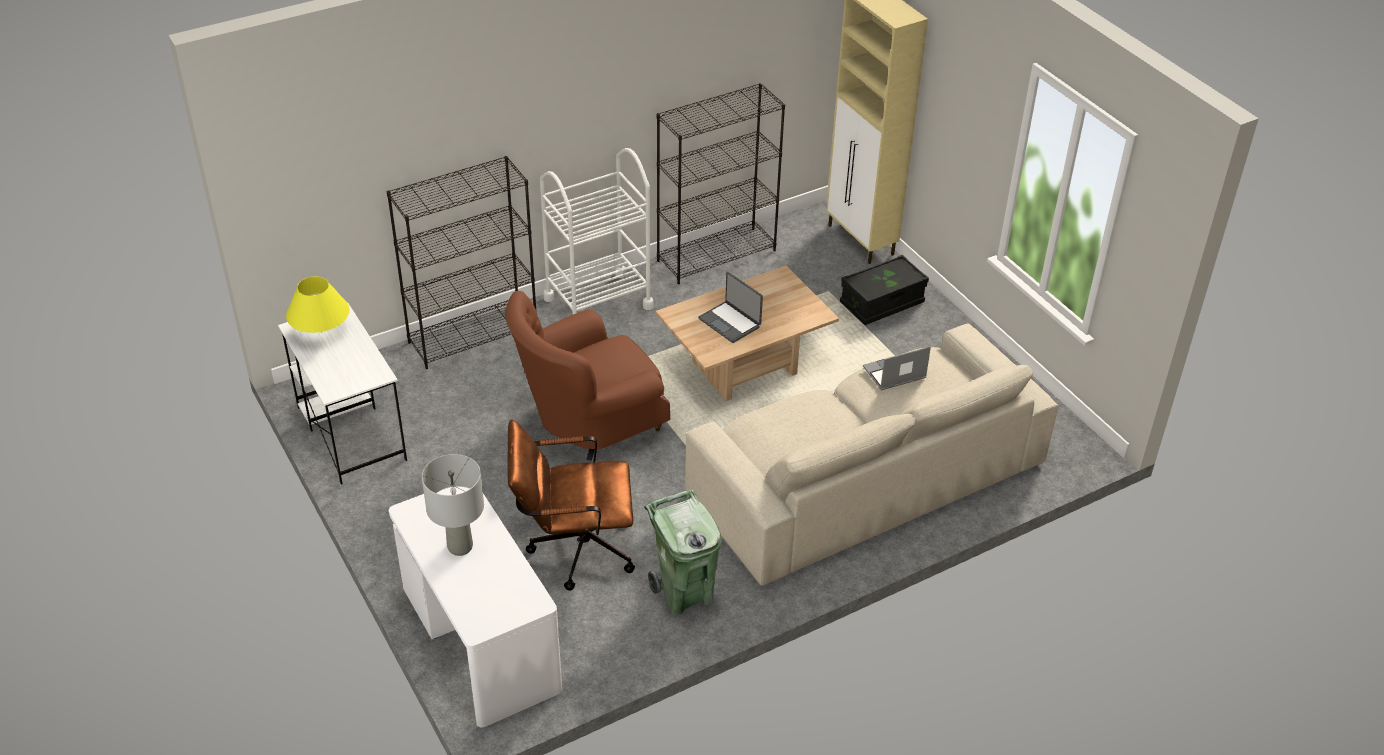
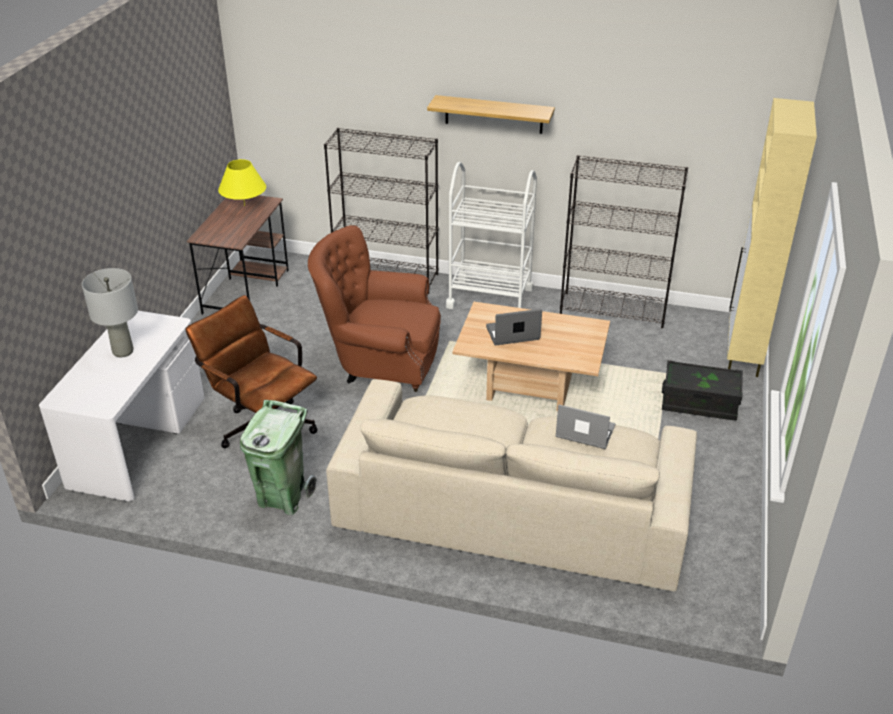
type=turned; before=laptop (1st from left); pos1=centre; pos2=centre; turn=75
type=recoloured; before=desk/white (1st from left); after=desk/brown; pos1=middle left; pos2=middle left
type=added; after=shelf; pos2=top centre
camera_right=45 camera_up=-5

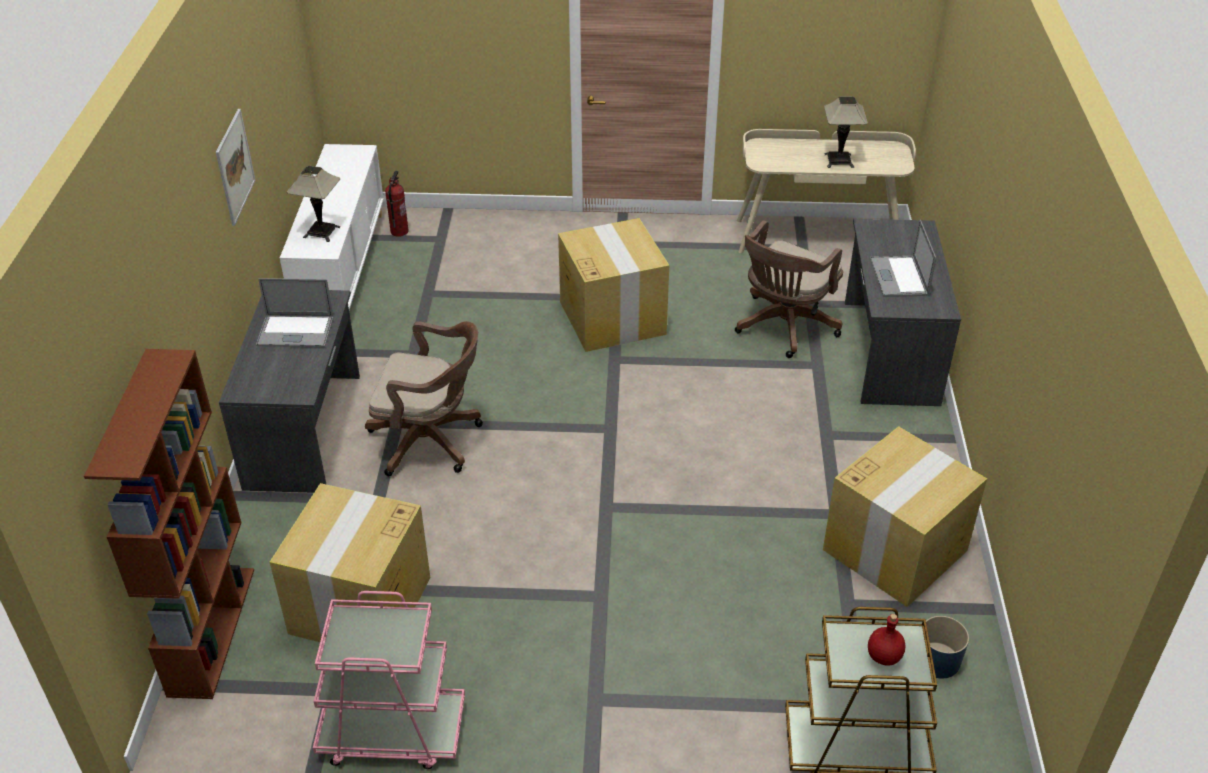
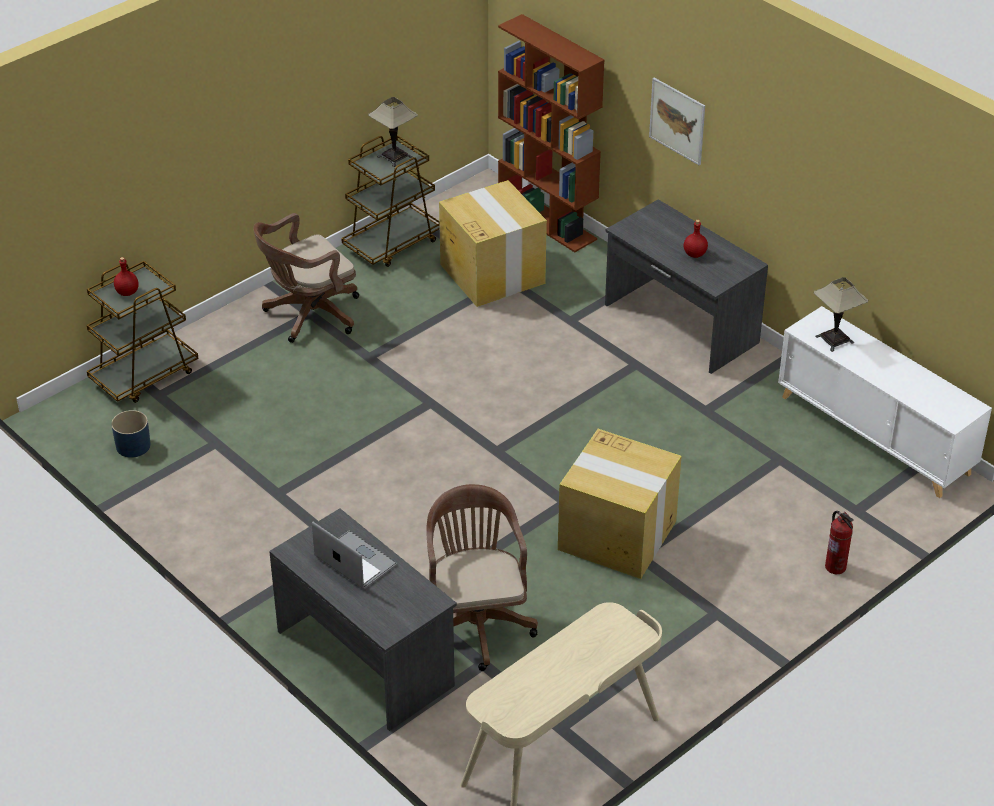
type=moved; before=table lamp (2nd from left in the first image); after=table lamp (1st from left); pos1=top right; pos2=top centre
type=moved; before=picture; pos1=top left; pos2=top right
type=moved; before=fire extinguisher; pos1=top left; pos2=bottom right
type=replaced; before=laptop (1st from left); after=bottle/red (2nd from left); pos1=middle left; pos2=top right
type=moved; before=office chair/brown (1st from left); pos1=centre; pos2=middle left
type=removed; before=cardboard box (3rd from left); pos1=bottom right
type=recoloured; before=cart/pink; after=cart/brown (2nd from left); pos1=bottom left; pos2=top centre
camera_right=135 camera_up=0

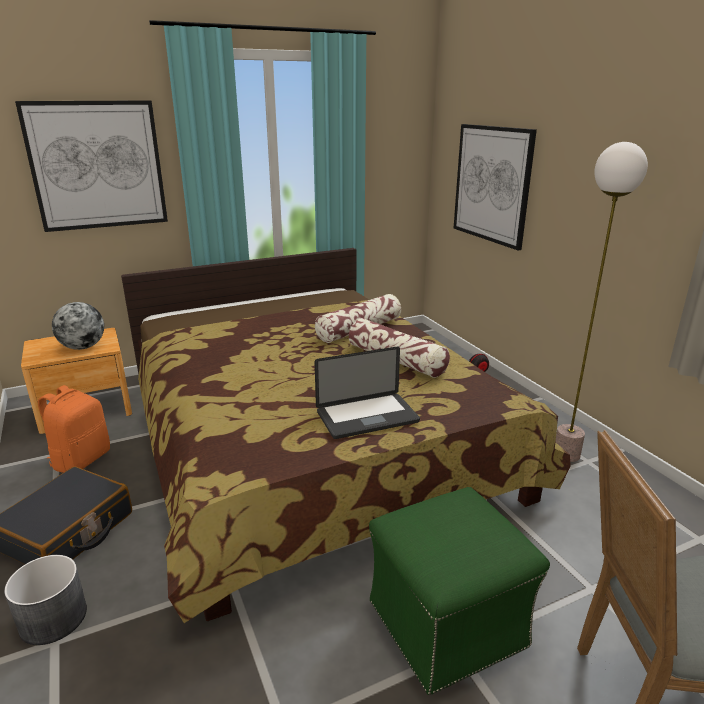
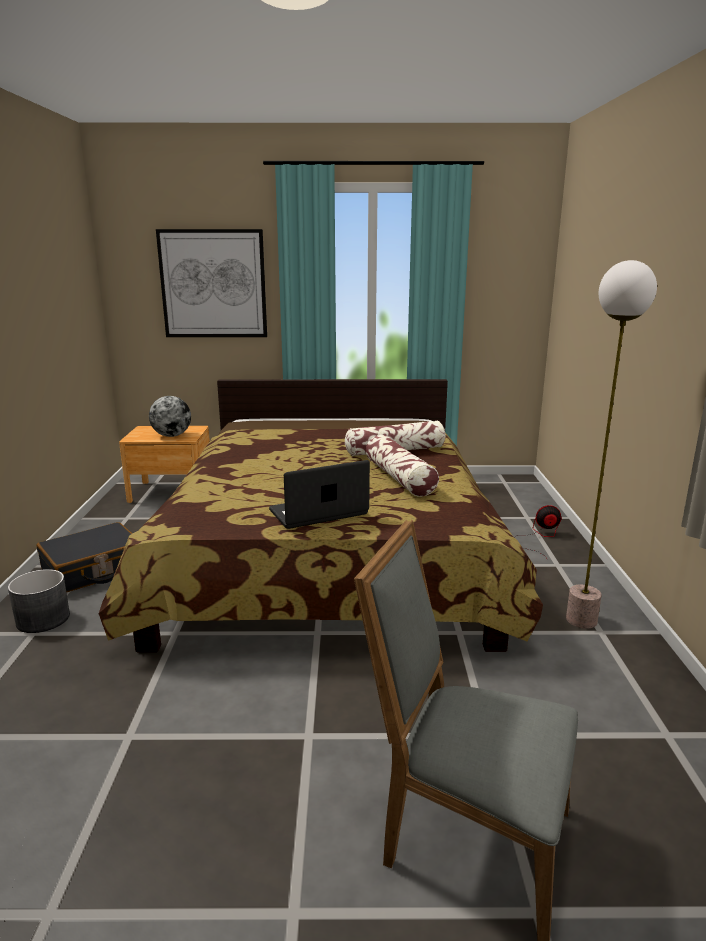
type=removed; before=picture (2nd from left); pos1=top right
type=turned; before=laptop; pos1=centre; pos2=centre; turn=150
type=removed; before=backpack/orange; pos1=middle left
type=removed; before=ottoman/green; pos1=bottom centre
camera_right=25 camera_up=-5

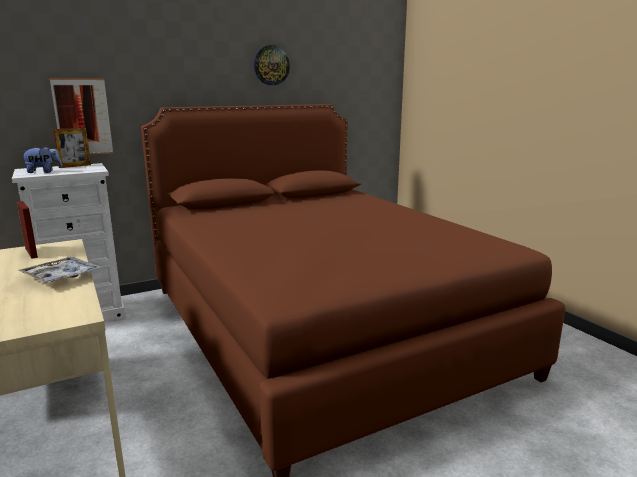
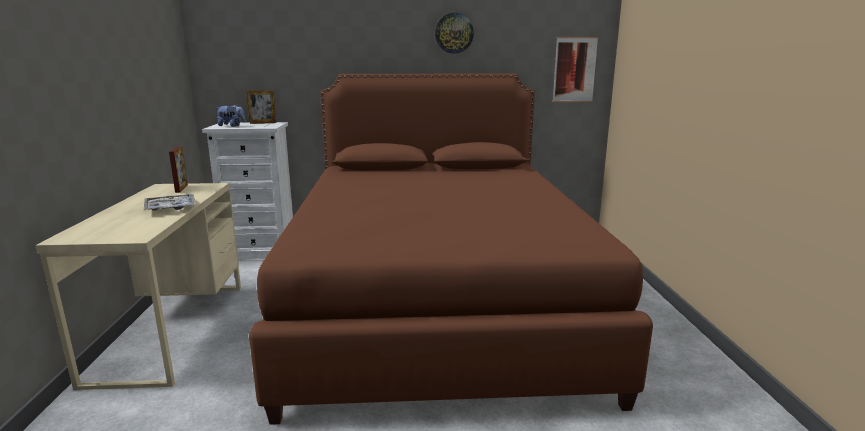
type=moved; before=picture; pos1=top left; pos2=top centre
camera_right=25 camera_up=0

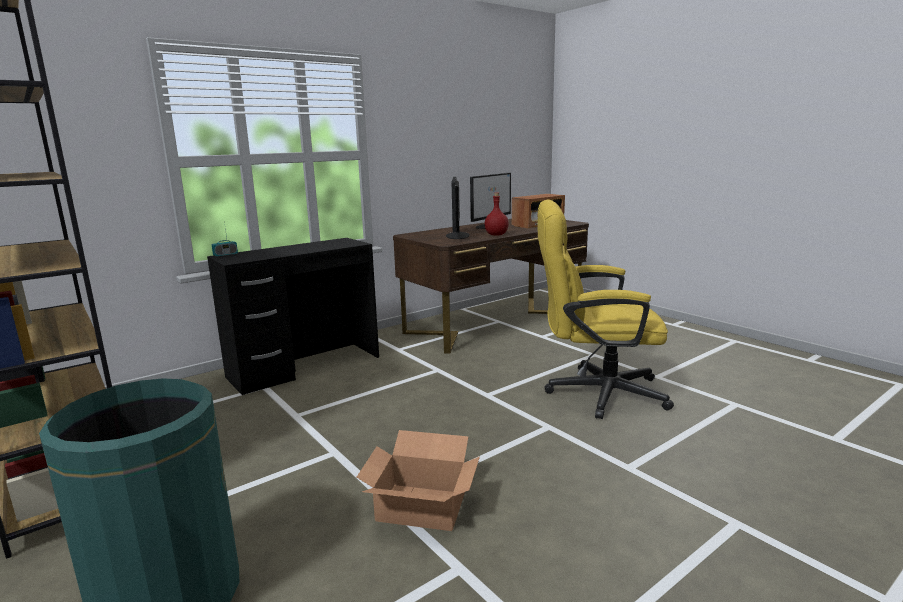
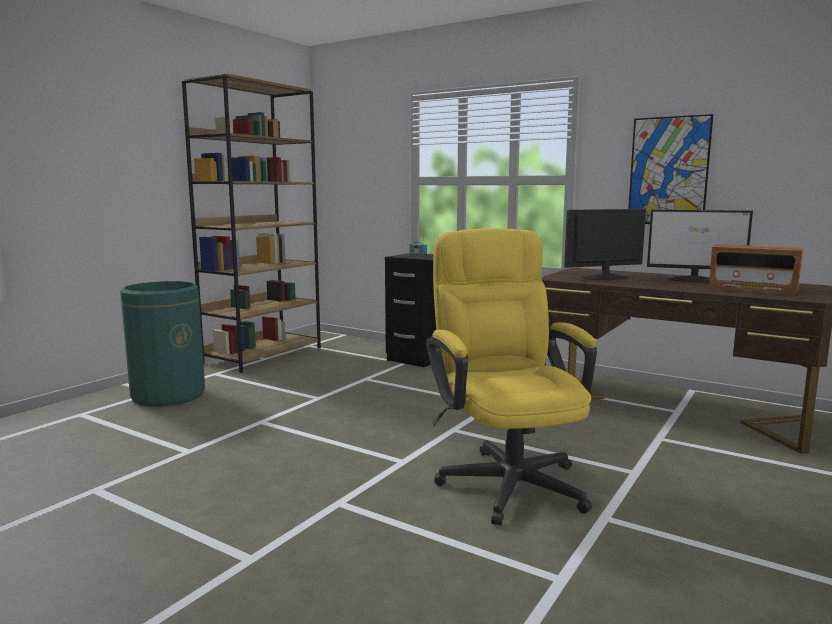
type=removed; before=bottle/red; pos1=centre
type=removed; before=cardboard box; pos1=bottom centre
type=added; after=picture; pos2=top right
camera_right=70 camera_up=-5

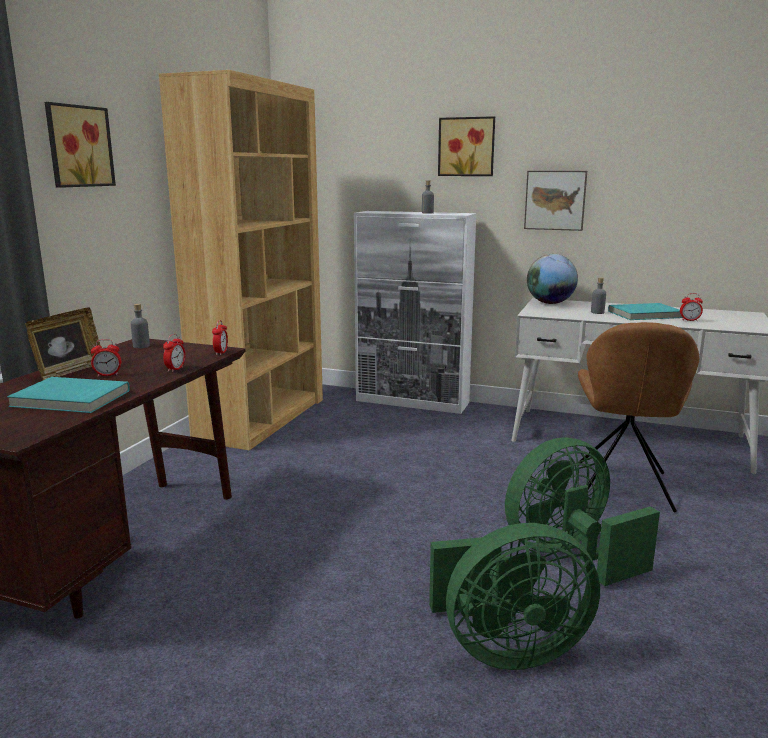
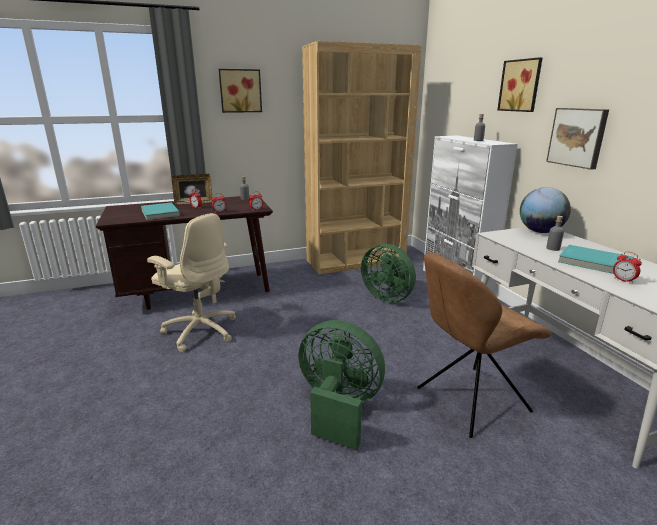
type=moved; before=fan/green (1st from left in the first image); after=fan/green (2nd from left); pos1=bottom right; pos2=centre
type=added; after=office chair/beige; pos2=middle left
camera_right=50 camera_up=5

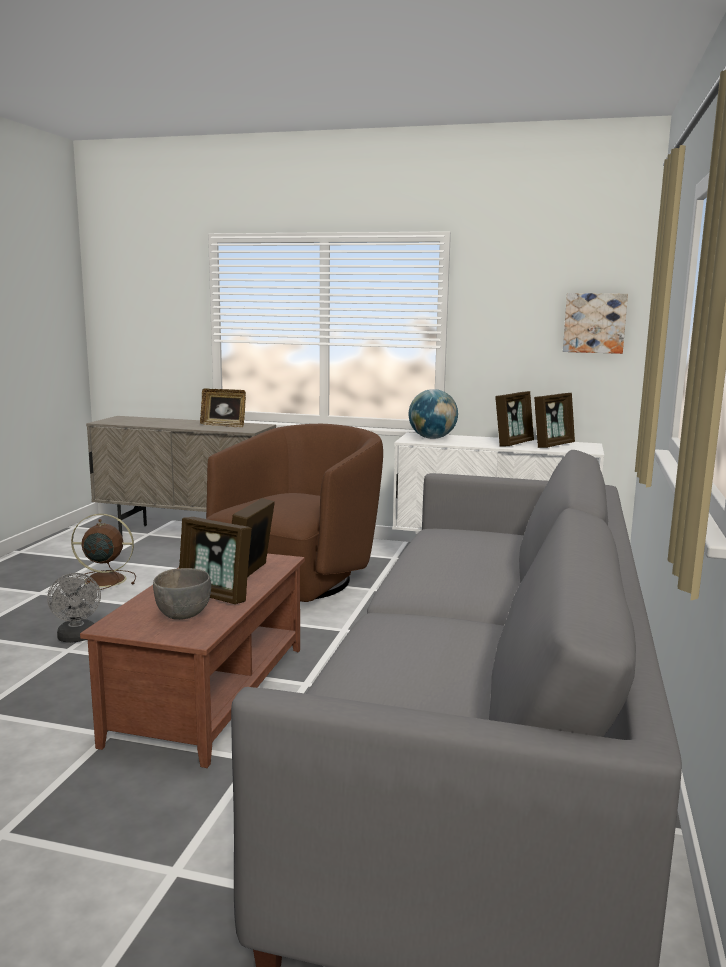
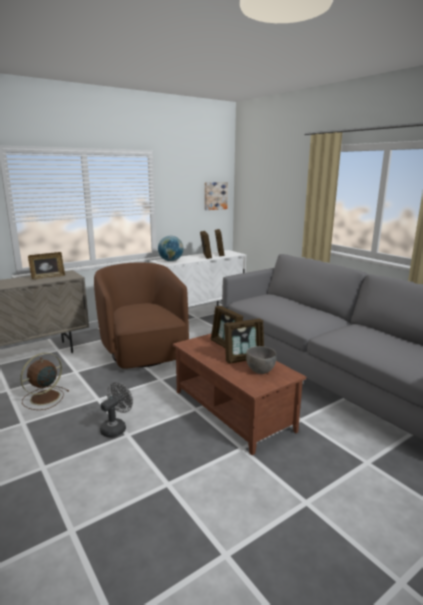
type=turned; before=fan/grey; pos1=middle left; pos2=bottom left; turn=-75
camera_right=-50 camera_up=5

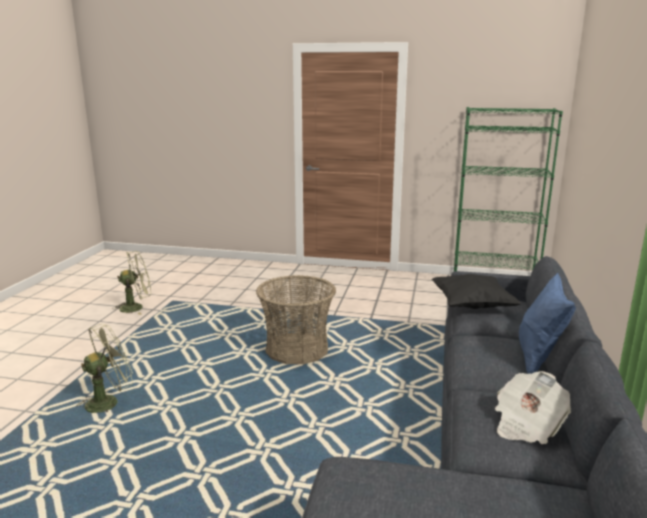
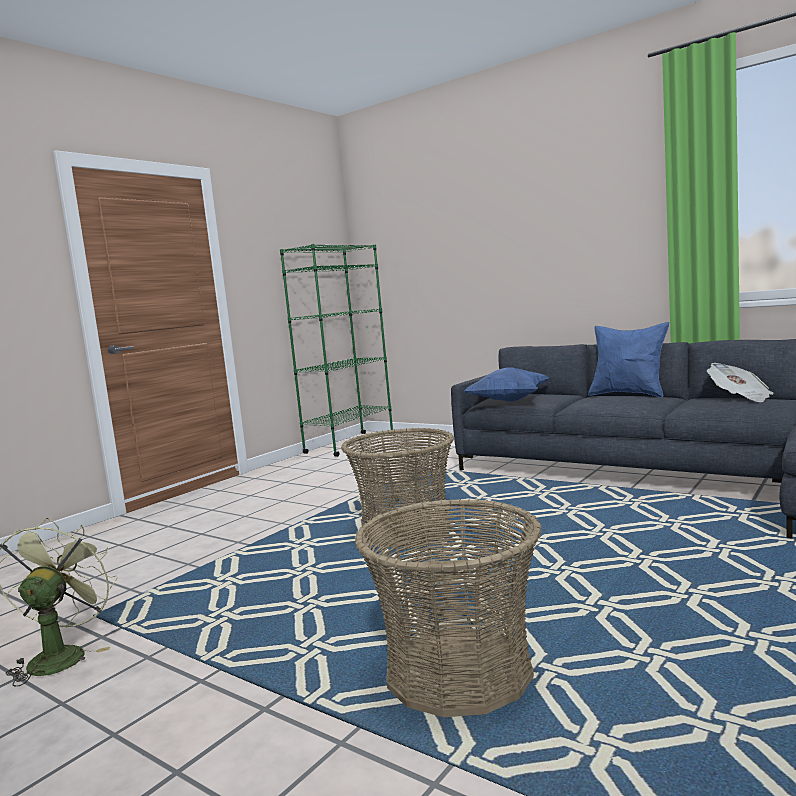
type=recoloured; before=pillow/black; after=pillow/blue (1st from left); pos1=middle right; pos2=centre
type=replaced; before=fan/green (1st from left); after=basket (2nd from left); pos1=bottom left; pos2=bottom centre
camera_right=-65 camera_up=-10

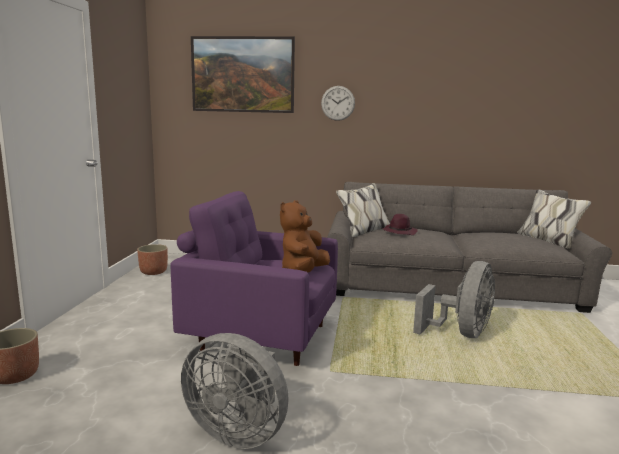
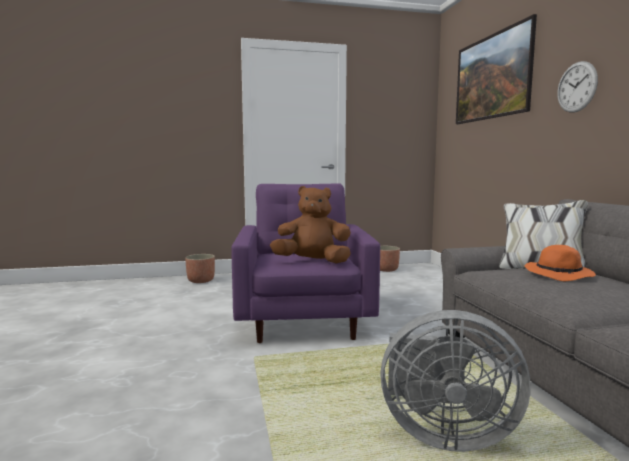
type=recoloured; before=hat/purple; after=hat/orange; pos1=centre; pos2=middle right
type=removed; before=fan/grey (1st from left); pos1=bottom centre
camera_right=70 camera_up=-5

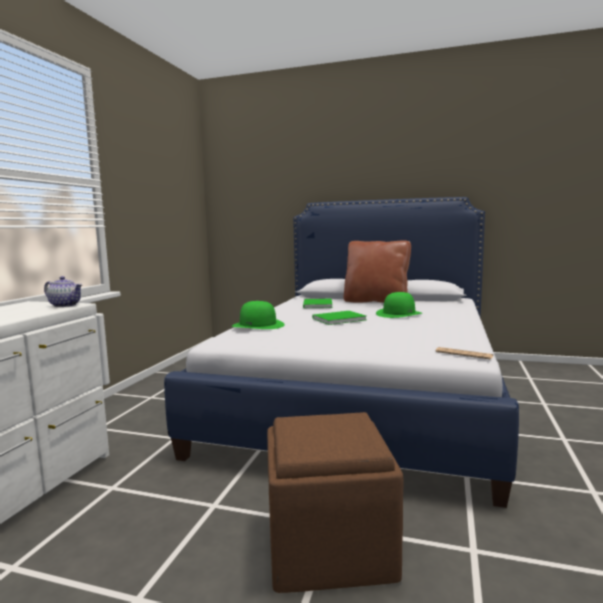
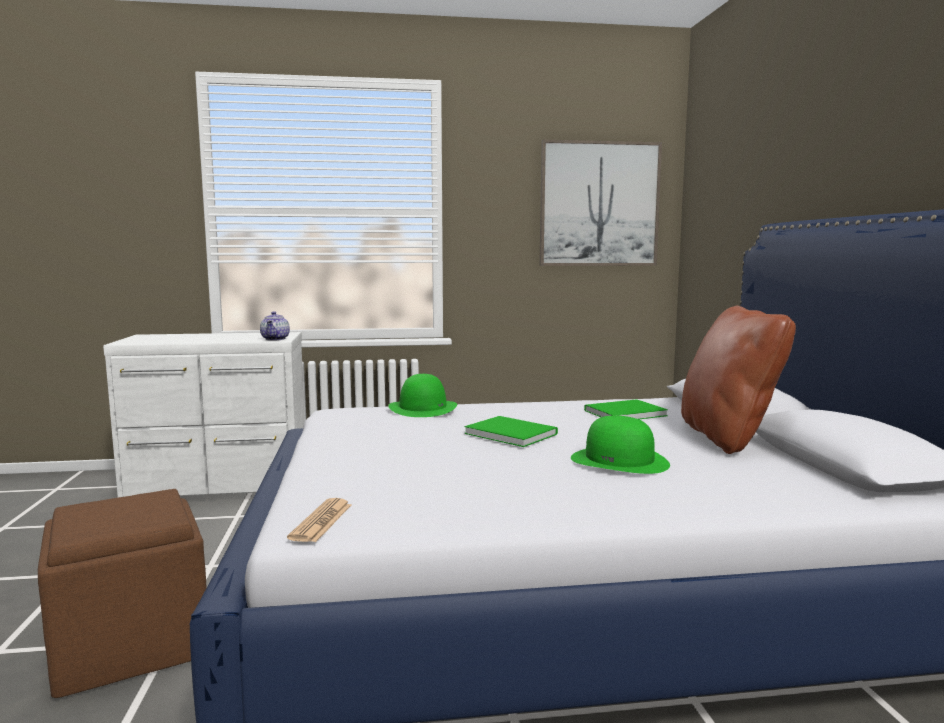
type=added; after=picture; pos2=top centre
camera_right=65 camera_up=0

